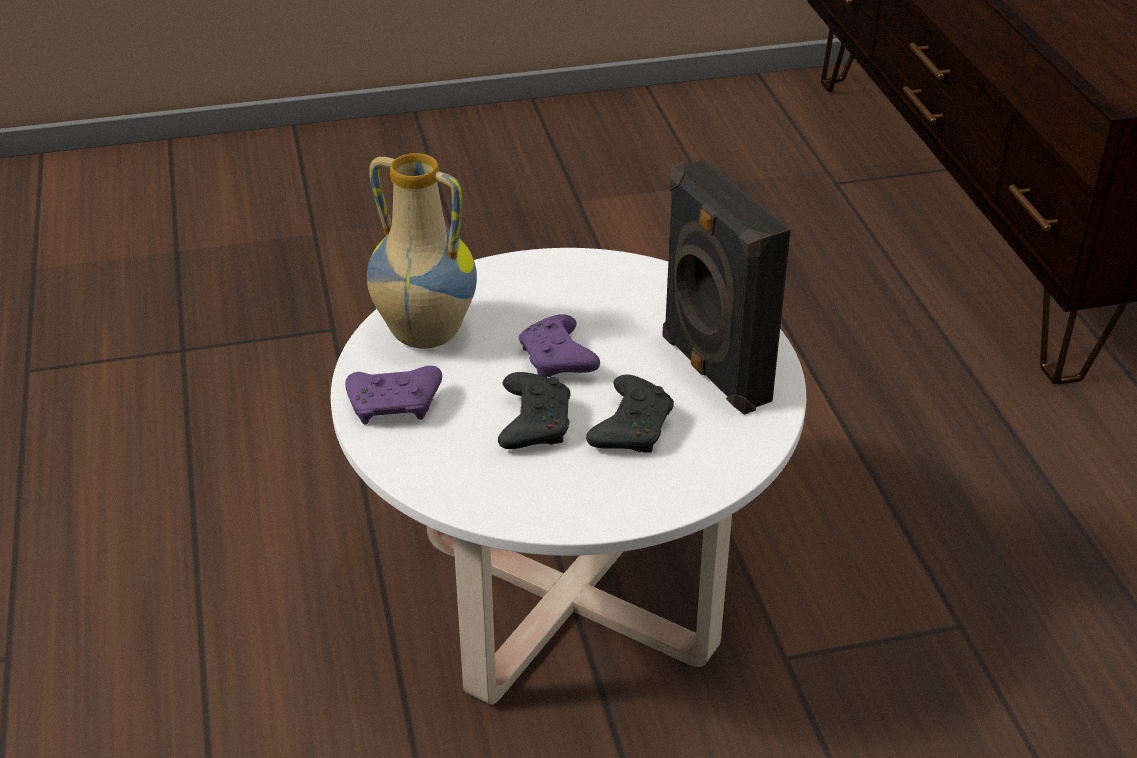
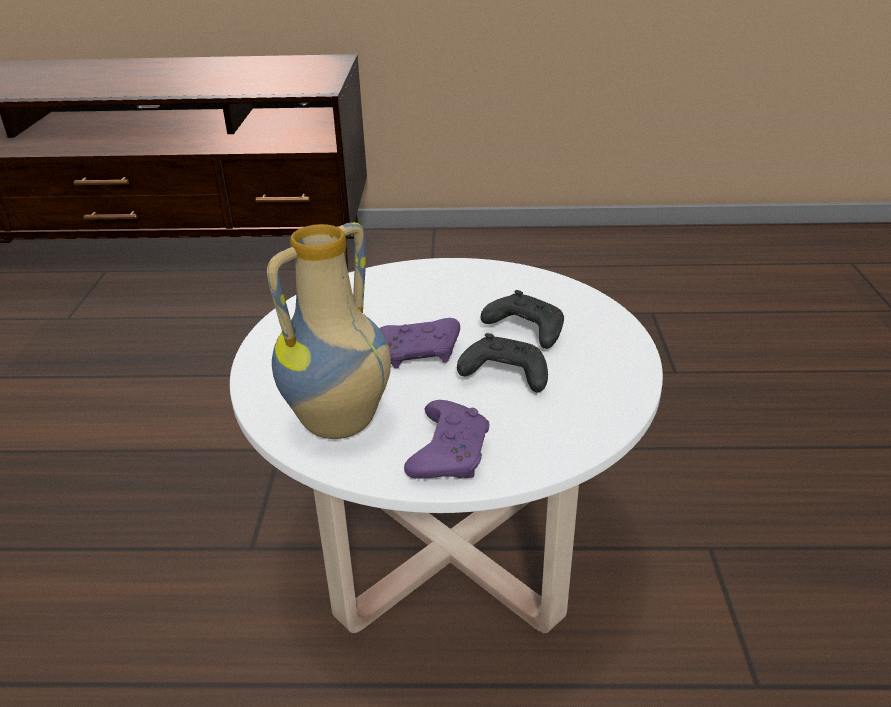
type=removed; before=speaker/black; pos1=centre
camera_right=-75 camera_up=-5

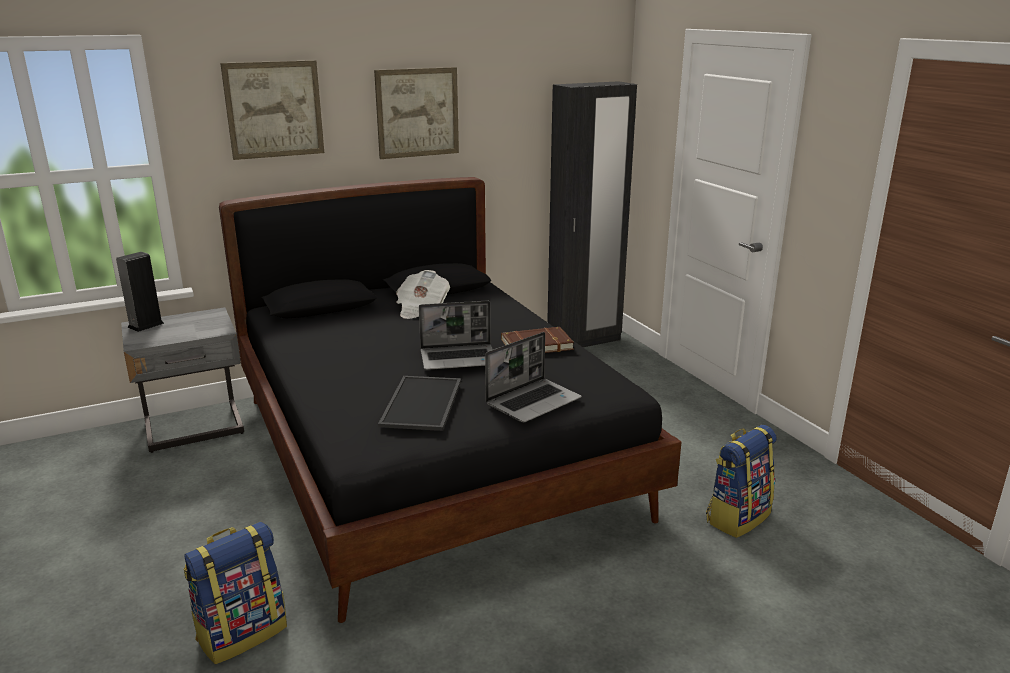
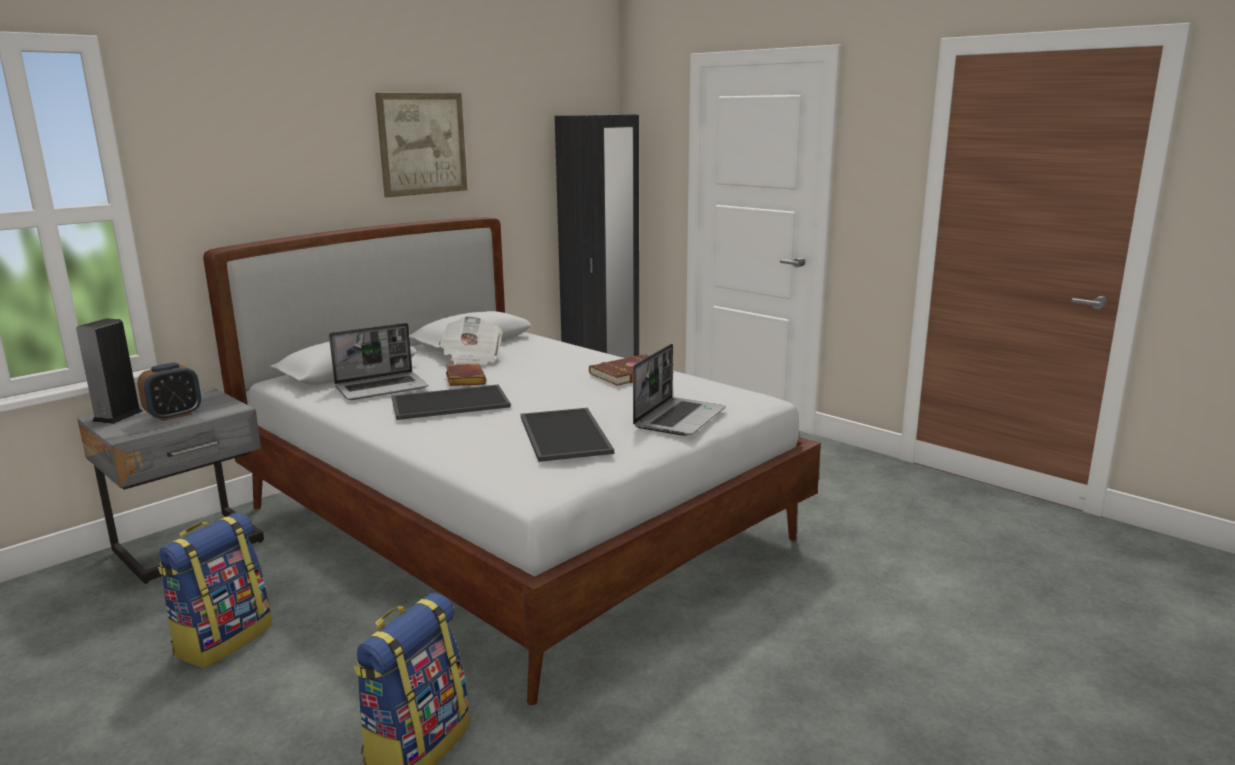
type=removed; before=picture (1st from left); pos1=top left
type=recoloured; before=bed/black; after=bed/white; pos1=centre; pos2=centre
type=moved; before=laptop (1st from left); pos1=centre; pos2=middle left
type=moved; before=backpack (2nd from left in the first image); after=backpack (1st from left); pos1=bottom right; pos2=bottom left
type=added; after=alarm clock; pos2=middle left
type=added; after=book/brown (1st from left); pos2=centre
type=added; after=tray (1st from left); pos2=centre
camera_right=-20 camera_up=-5

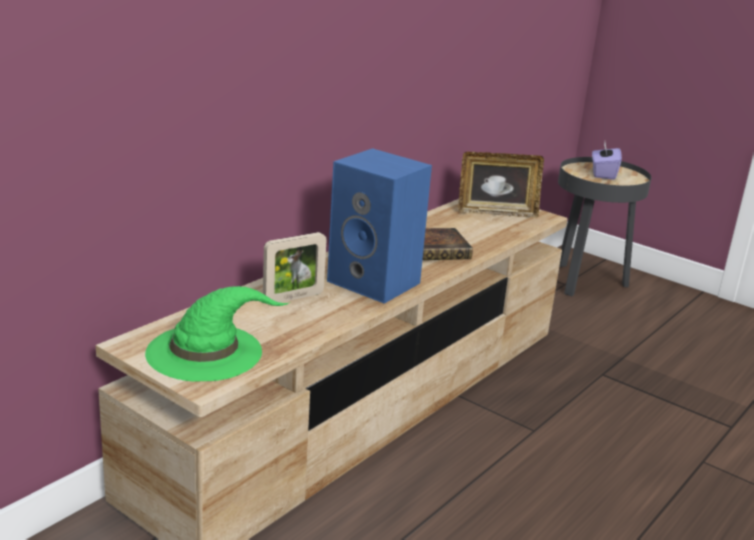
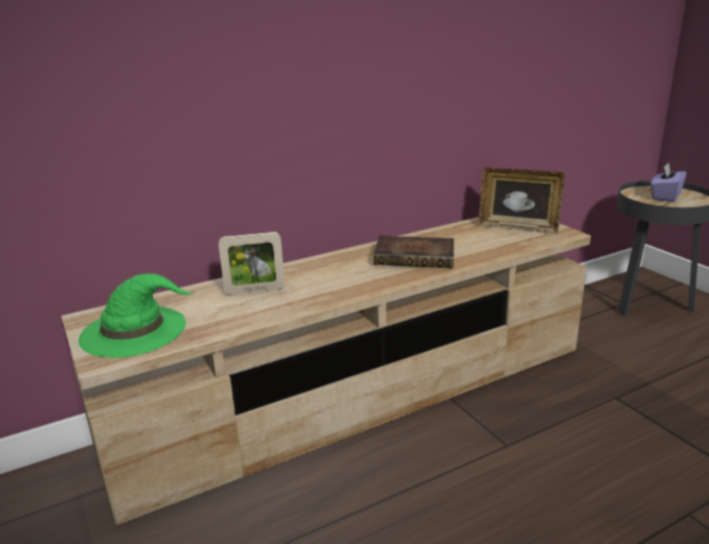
type=removed; before=speaker/blue; pos1=centre
camera_right=25 camera_up=0

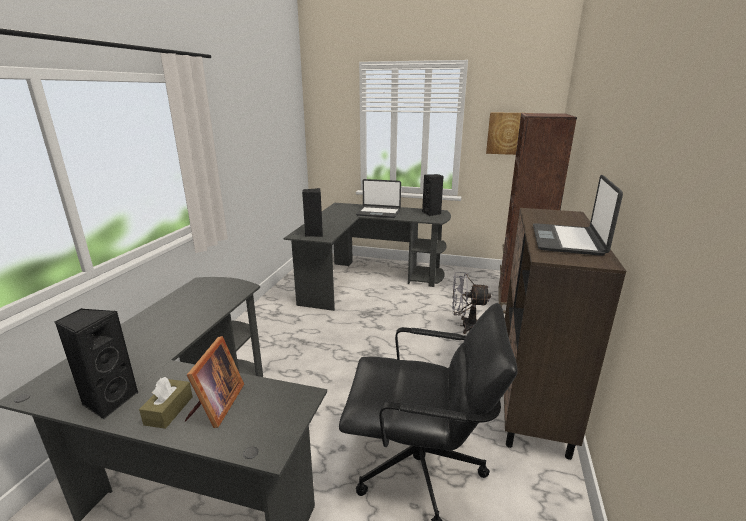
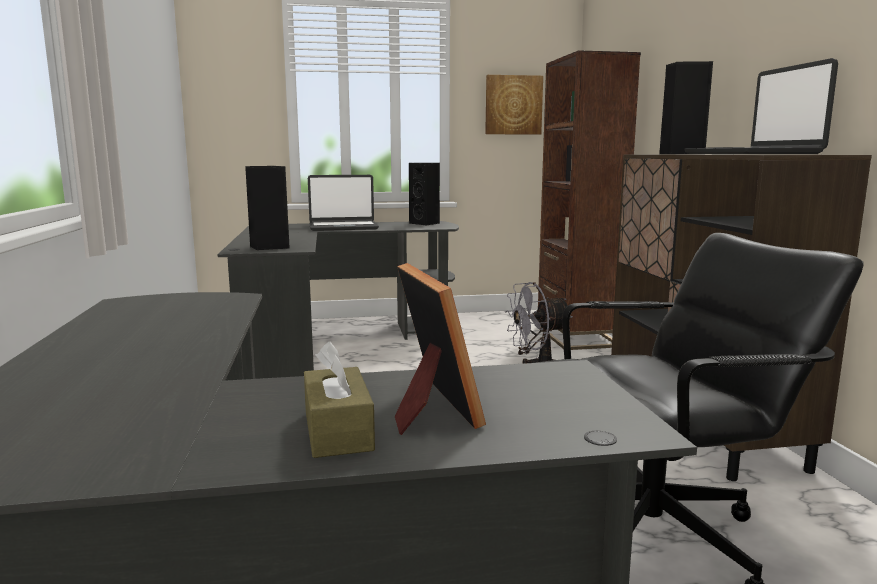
type=moved; before=speaker/black (1st from left in the first image); after=speaker/black (3rd from left); pos1=bottom left; pos2=top right
camera_right=-25 camera_up=-10

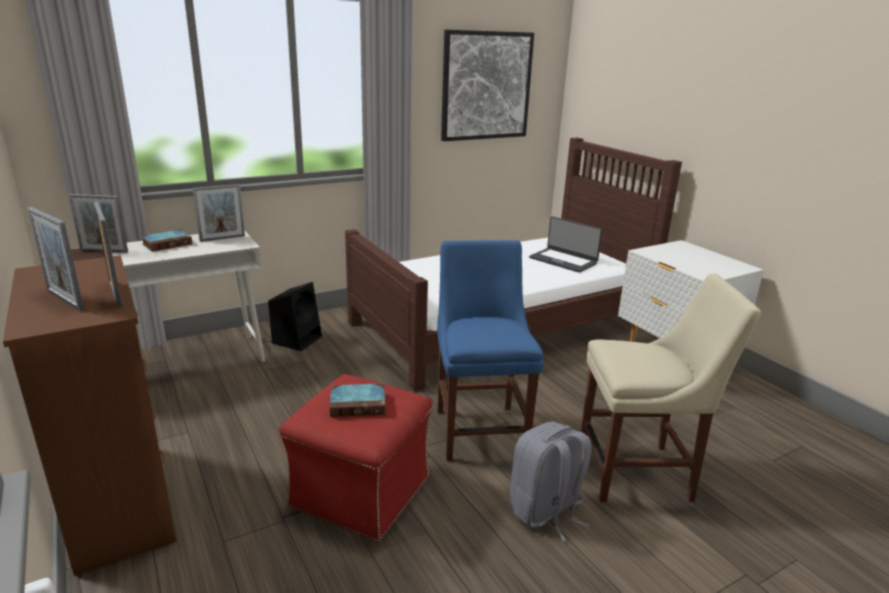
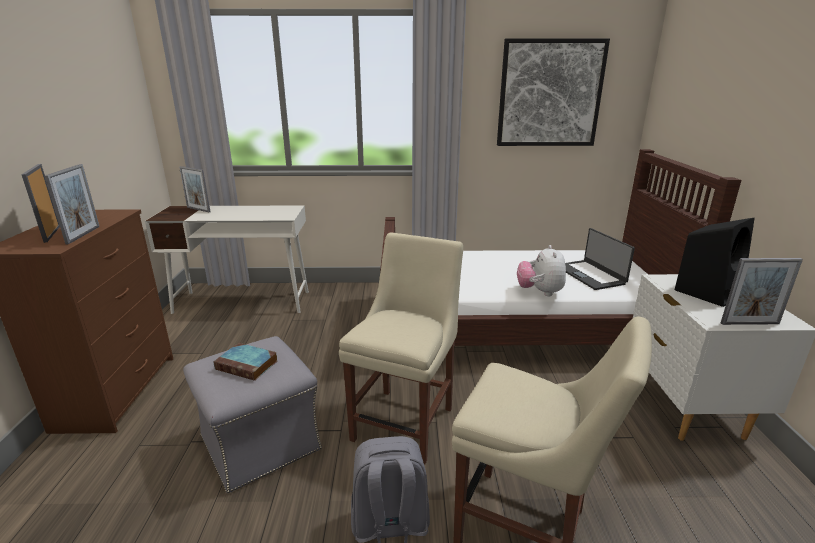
type=moved; before=picture frame (4th from left); pos1=middle left; pos2=middle right
type=removed; before=book (1st from left); pos1=middle left
type=recoloured; before=chair/blue; after=chair/beige (1st from left); pos1=centre; pos2=centre
type=moved; before=speaker/black; pos1=middle left; pos2=middle right
type=recoloured; before=ottoman/red; after=ottoman/grey; pos1=bottom centre; pos2=bottom left
type=added; after=plush toy; pos2=centre
camera_right=30 camera_up=0

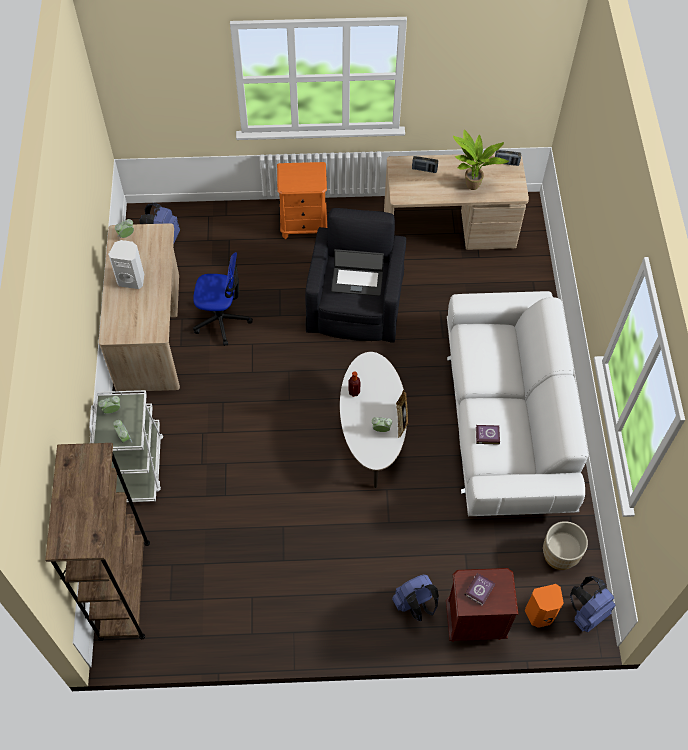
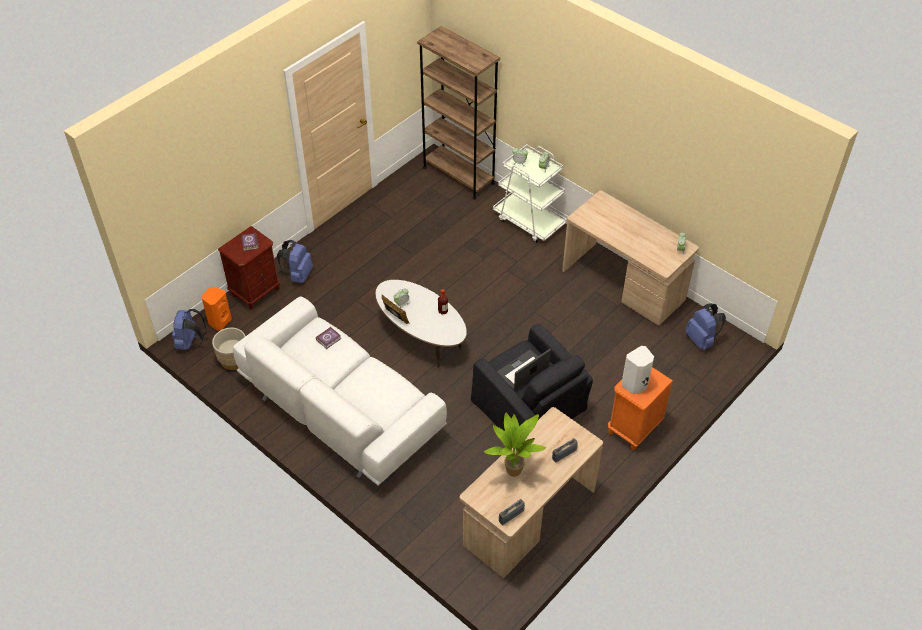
type=moved; before=speaker/white; pos1=middle left; pos2=middle right
type=removed; before=office chair; pos1=middle left
camera_right=135 camera_up=-10

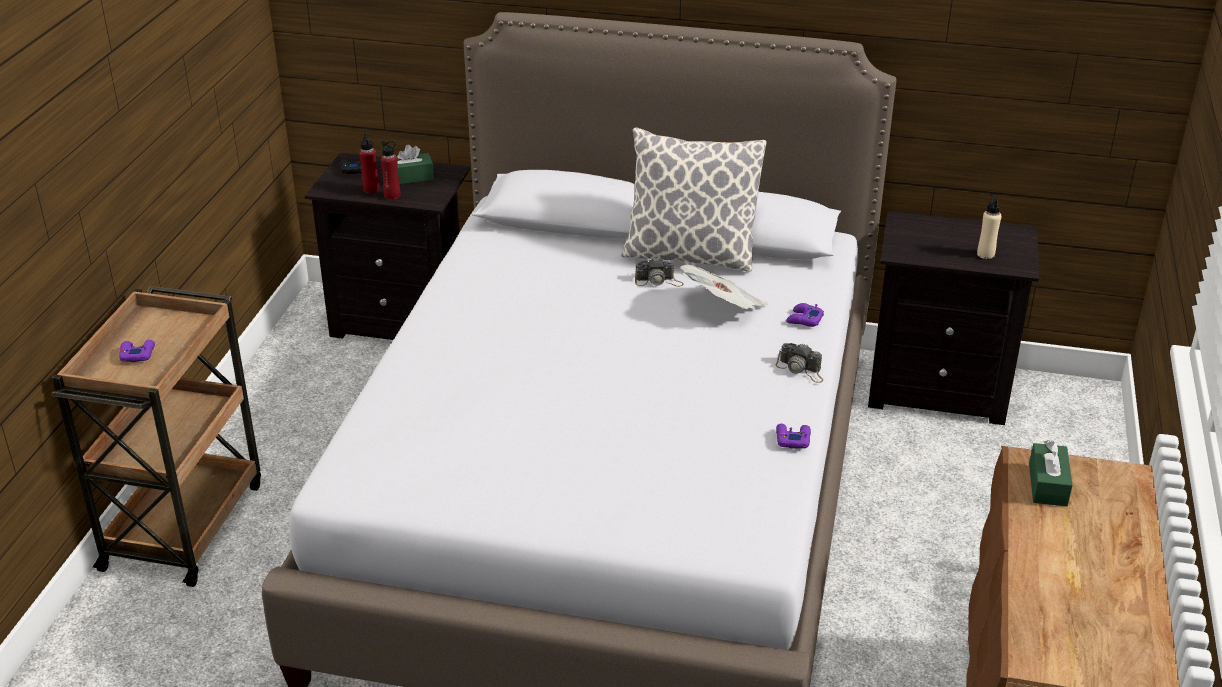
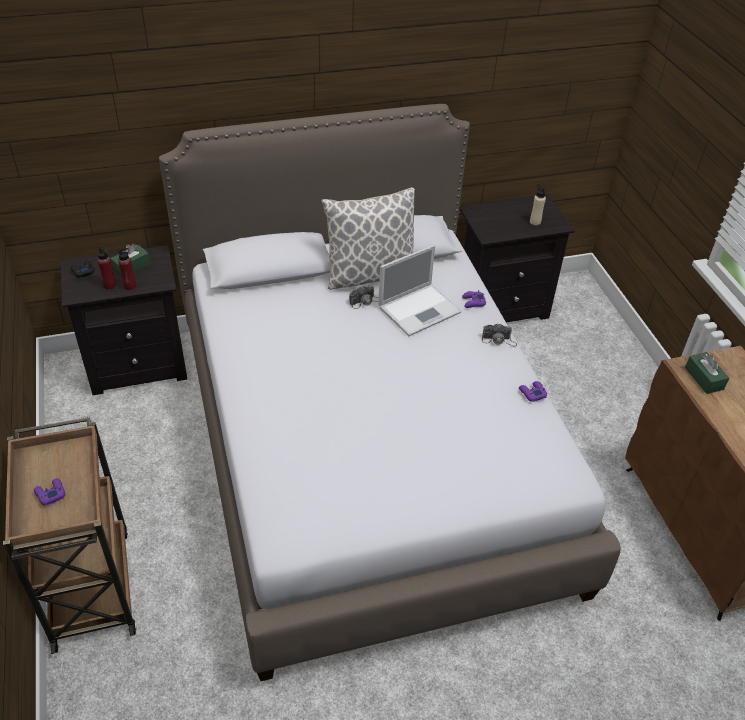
type=replaced; before=newspaper; after=laptop; pos1=centre; pos2=centre
camera_right=-30 camera_up=10

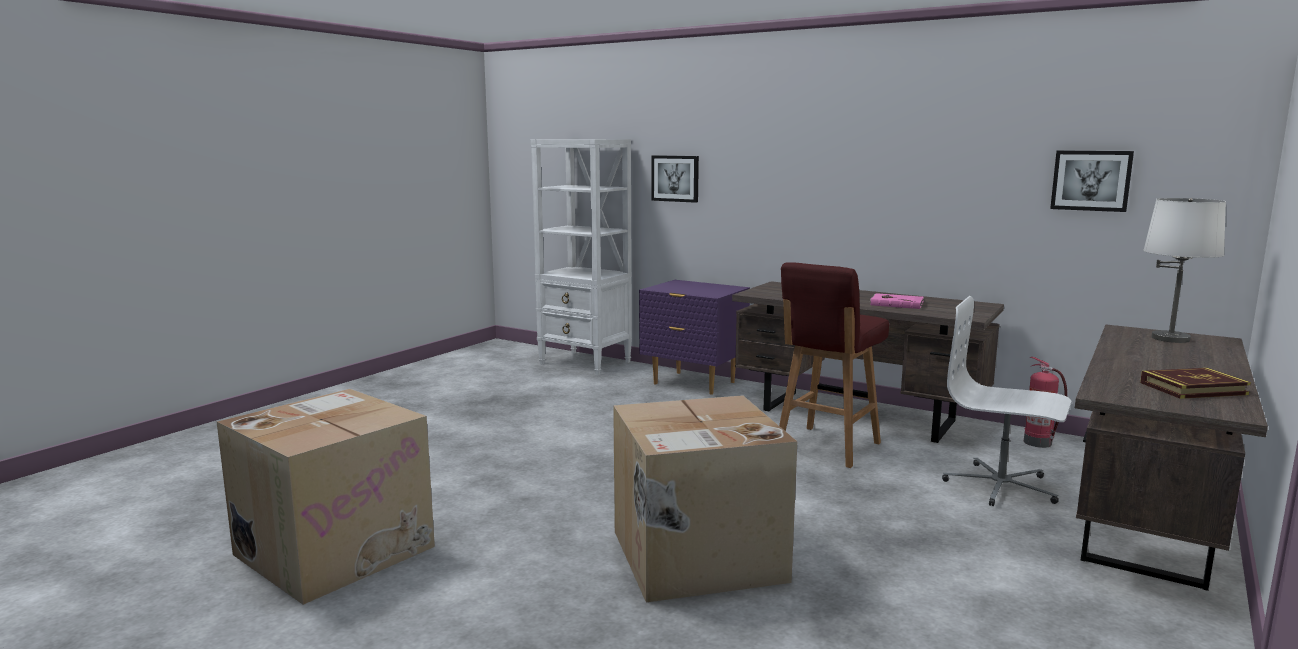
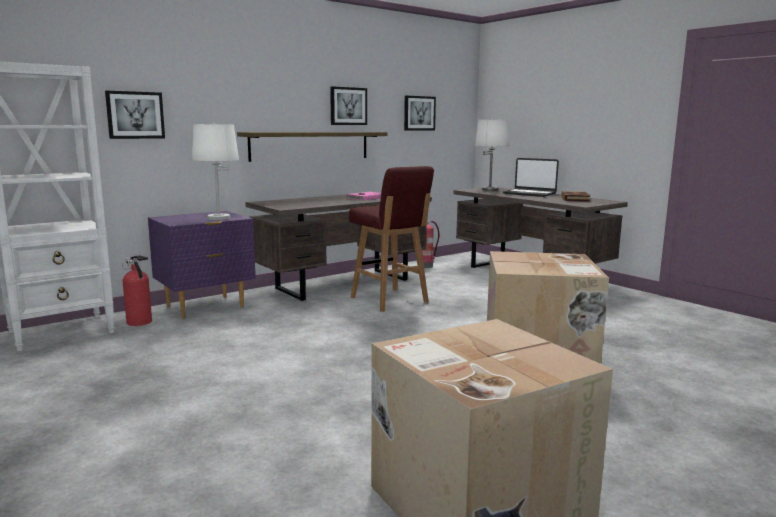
type=removed; before=office chair/white; pos1=middle right
type=added; after=picture (2nd from left); pos2=top centre
type=added; after=table lamp/white (1st from left); pos2=top left
type=added; after=shelf; pos2=top centre
type=added; after=laptop; pos2=middle right
type=added; after=fire extinguisher (1st from left); pos2=middle left
camera_right=-70 camera_up=0

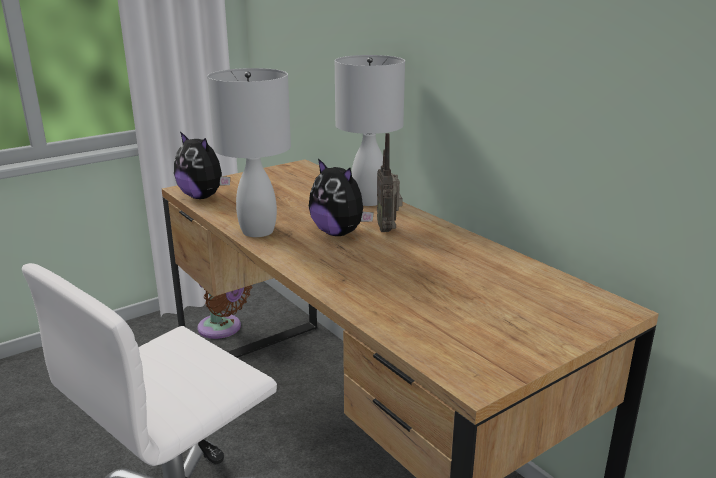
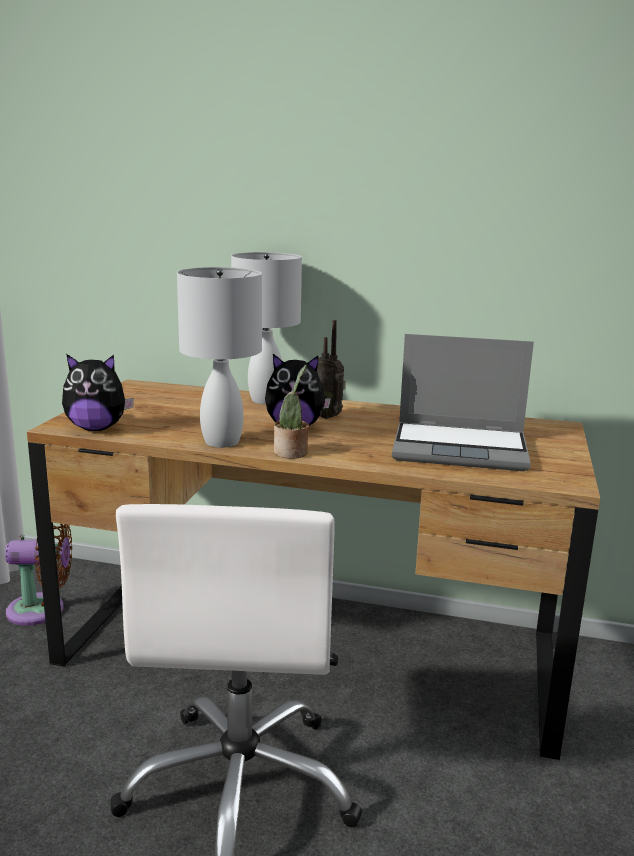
type=added; after=laptop; pos2=middle right
type=added; after=potted plant; pos2=centre
camera_right=-40 camera_up=-5

